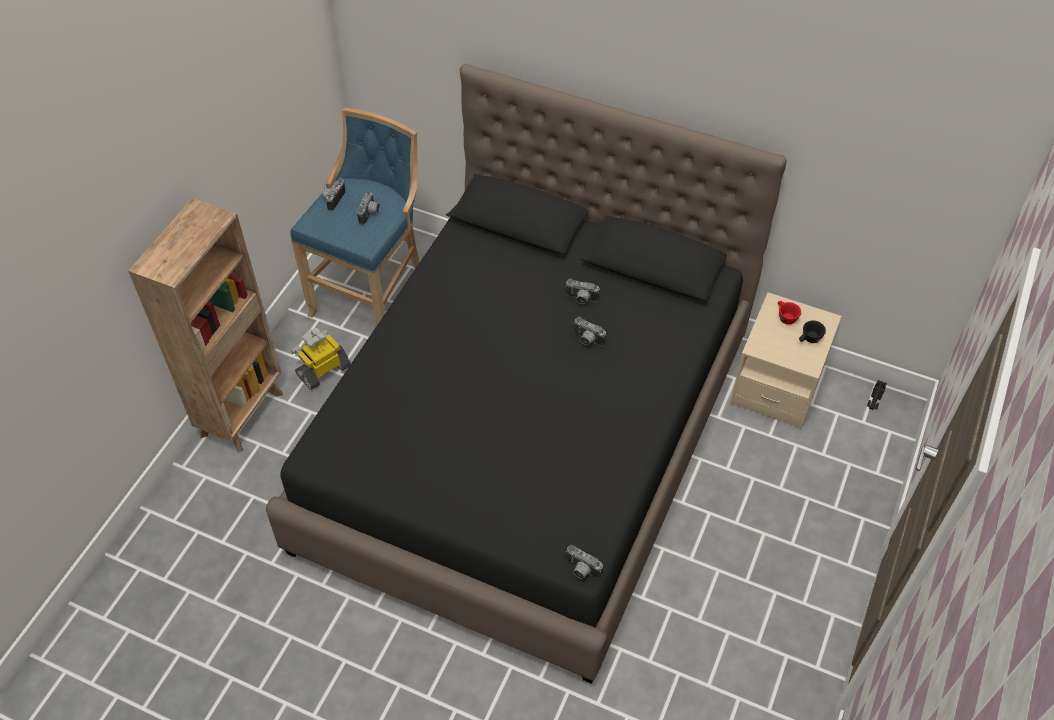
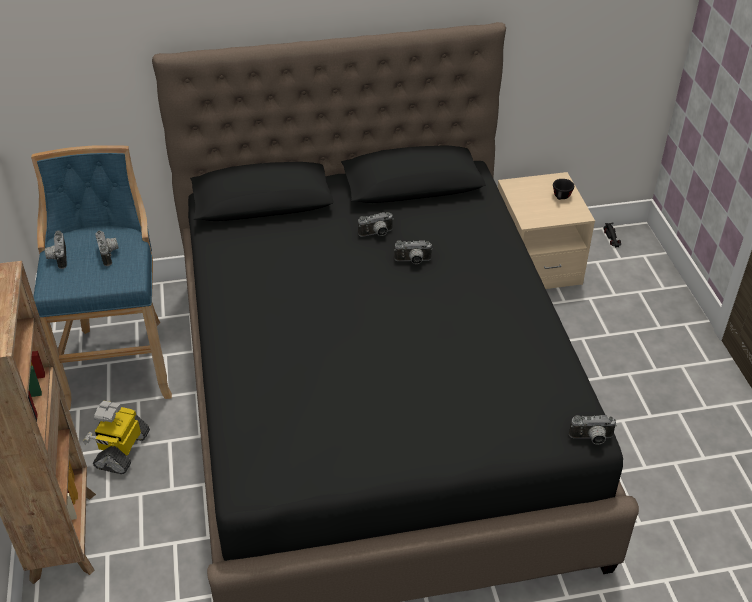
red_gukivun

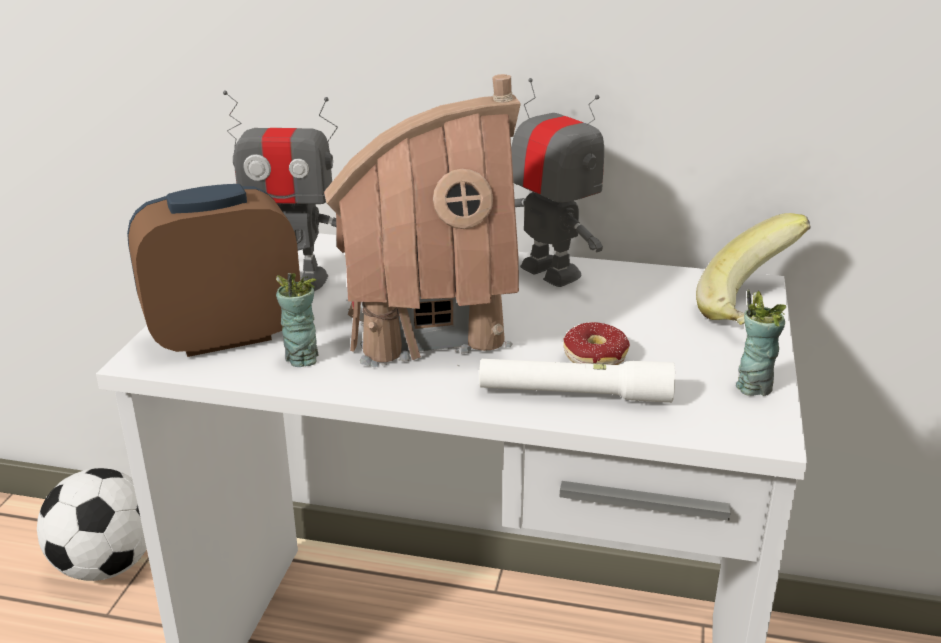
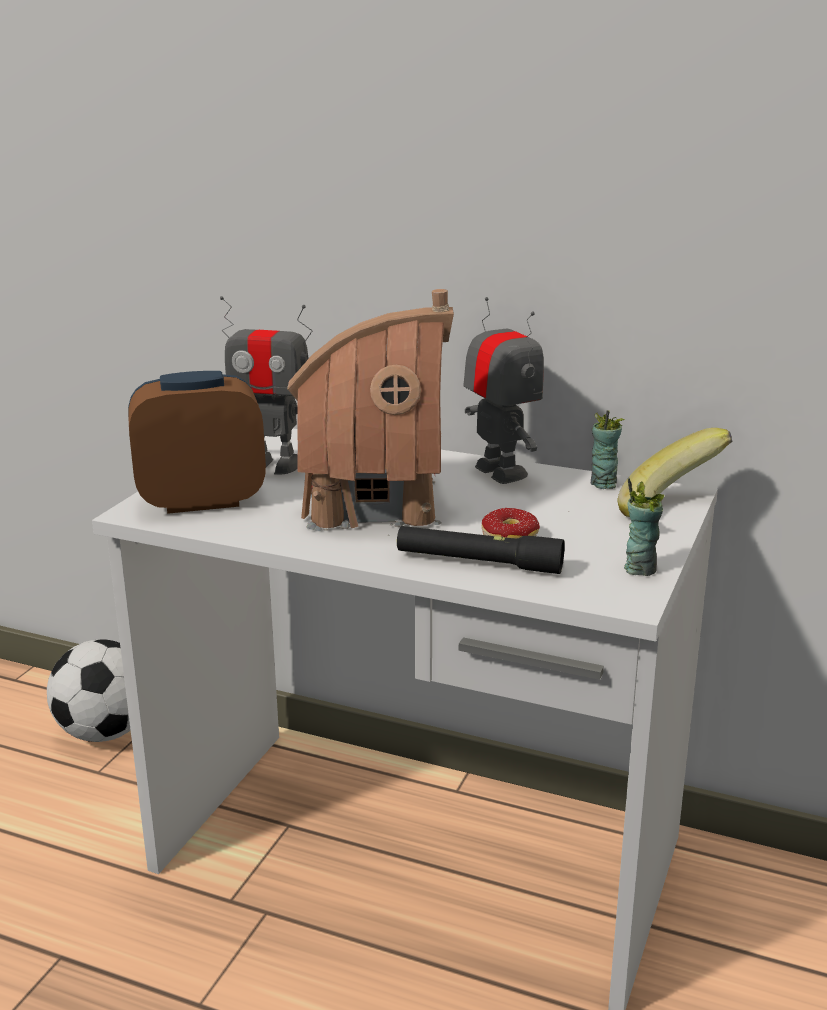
gukivun (1st from left)
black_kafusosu

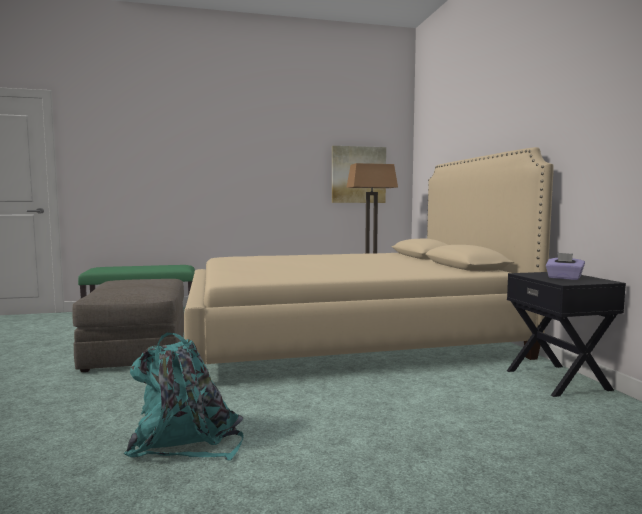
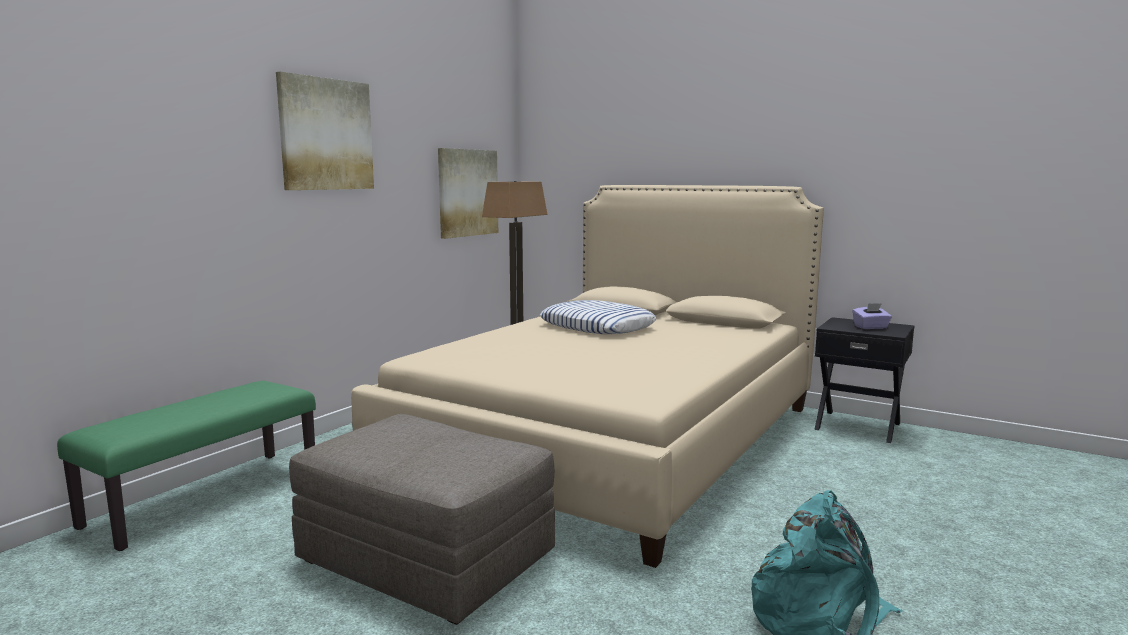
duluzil (1st from left)
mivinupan

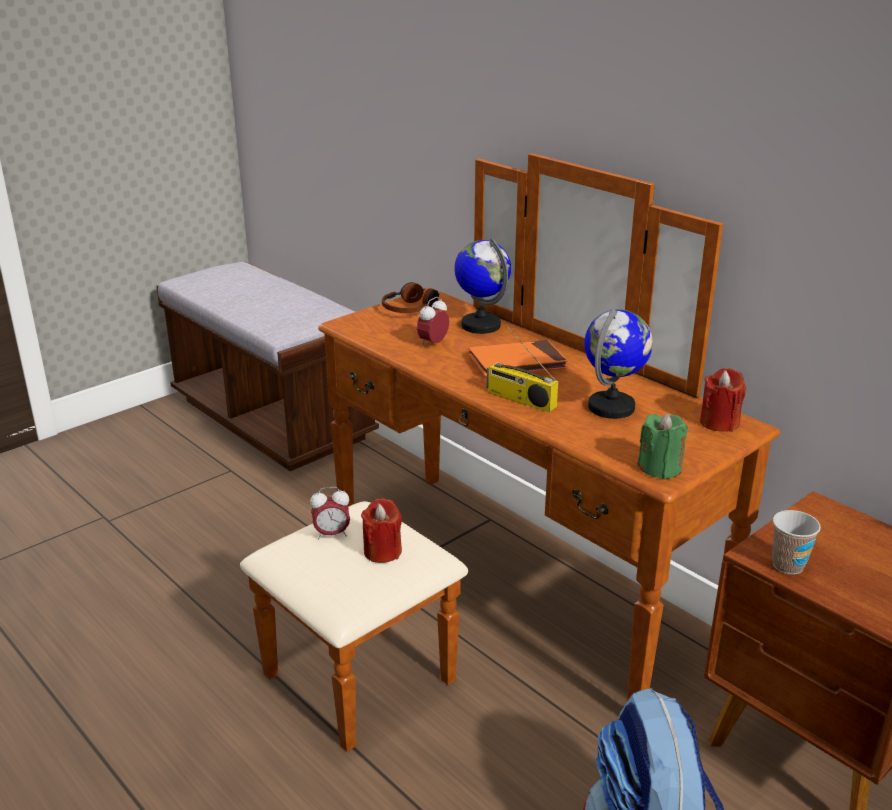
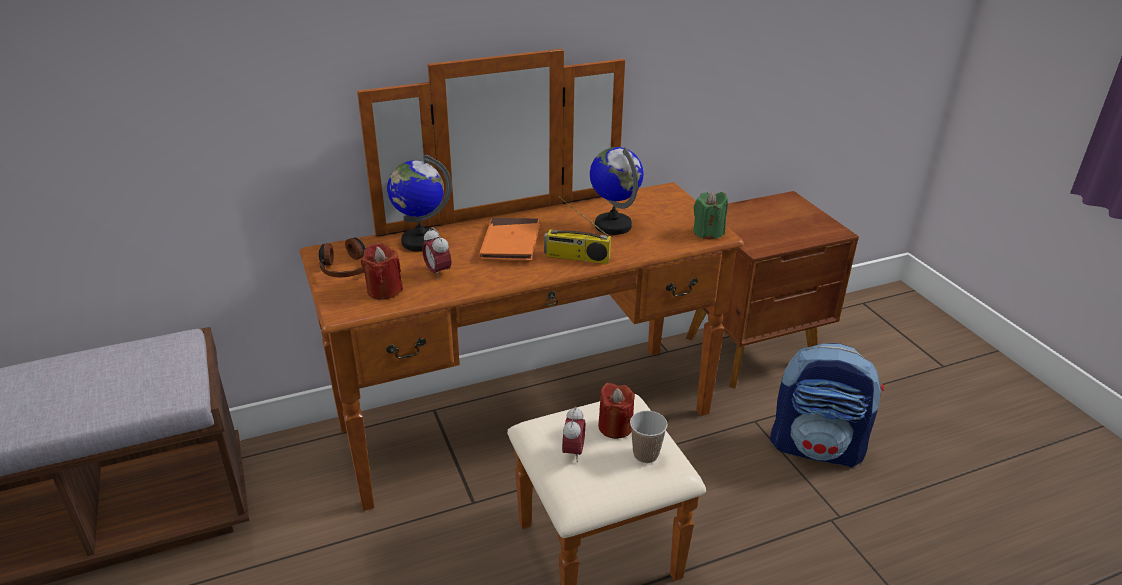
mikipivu
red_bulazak (1st from left)
gukivun

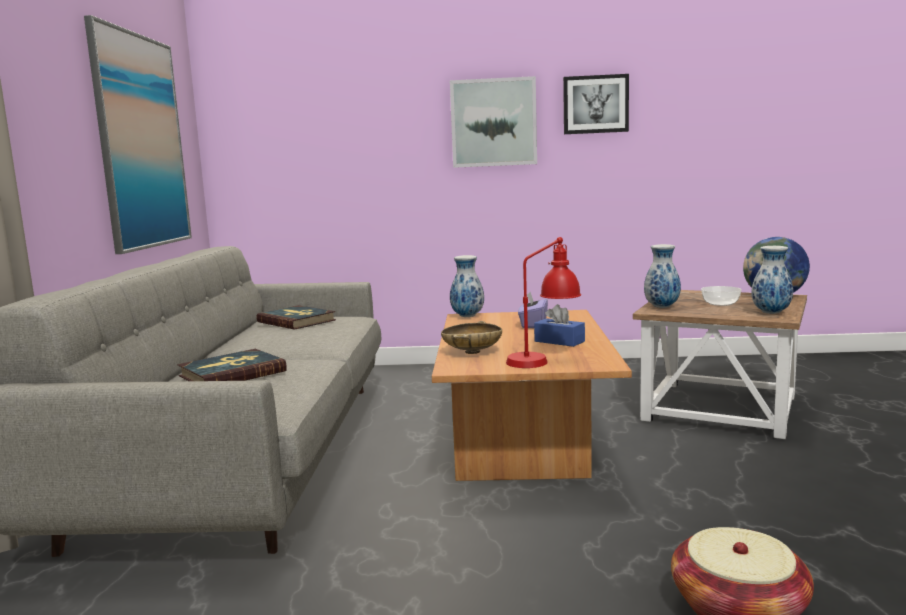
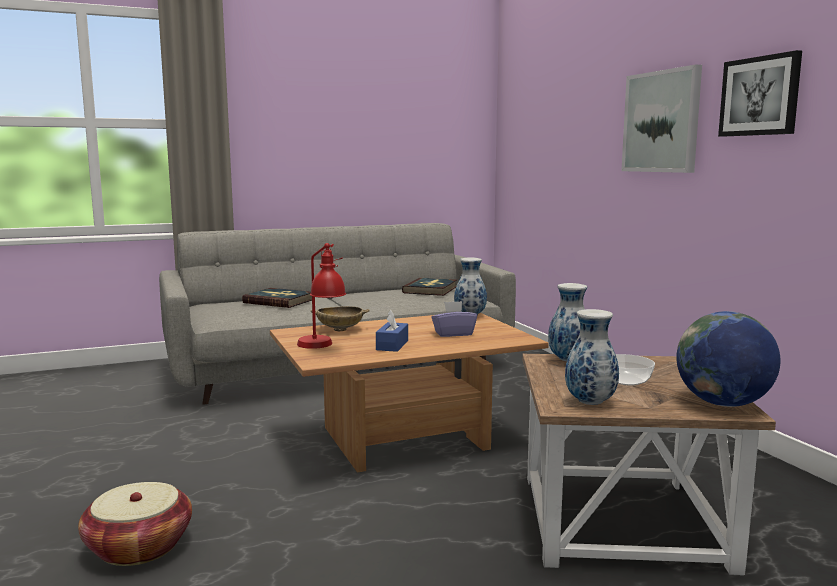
duluzil (1st from left in the first image)

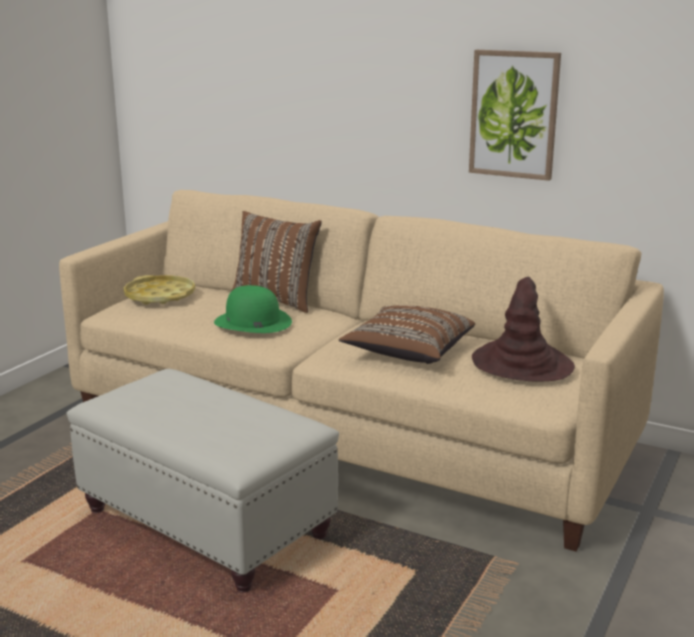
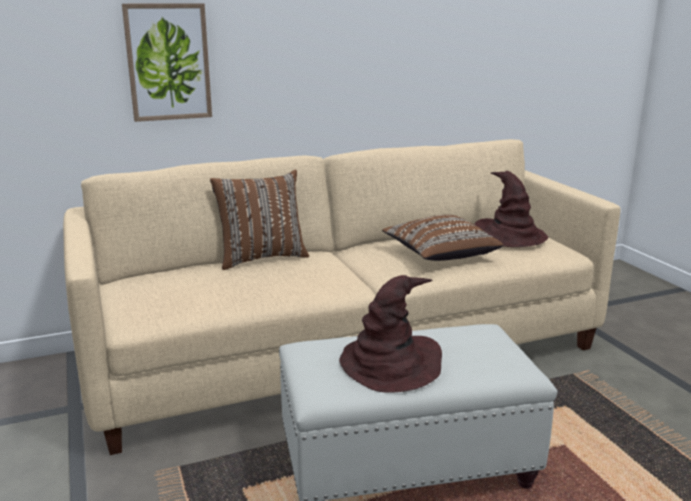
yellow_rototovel
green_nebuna
duluzil
brown_nebuna (1st from left)

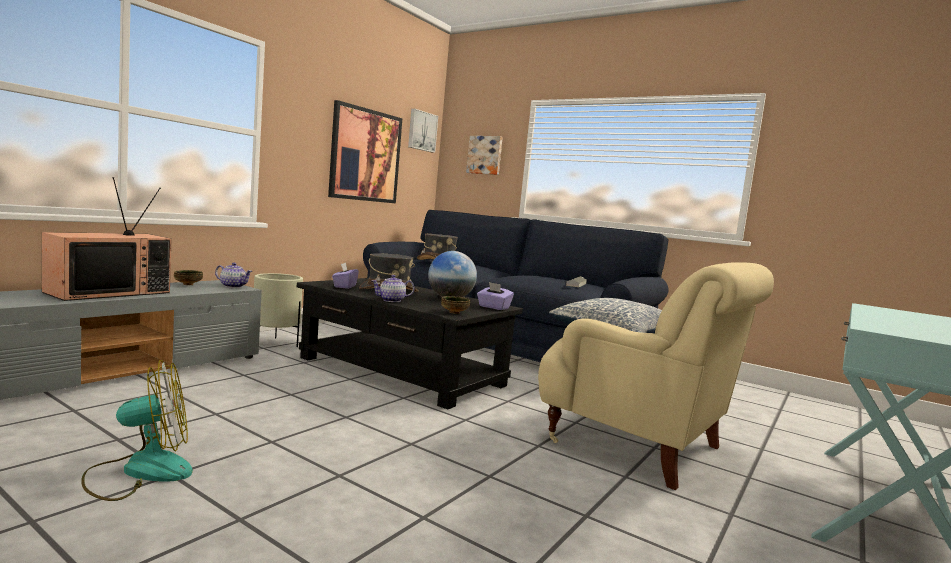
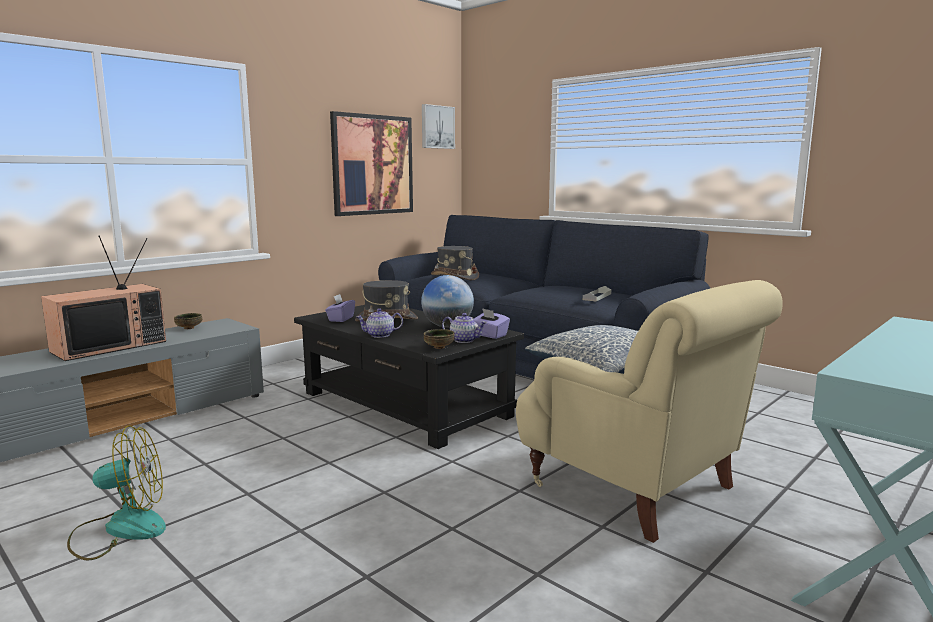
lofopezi (2nd from left)
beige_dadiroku
duluzil (3rd from left in the first image)

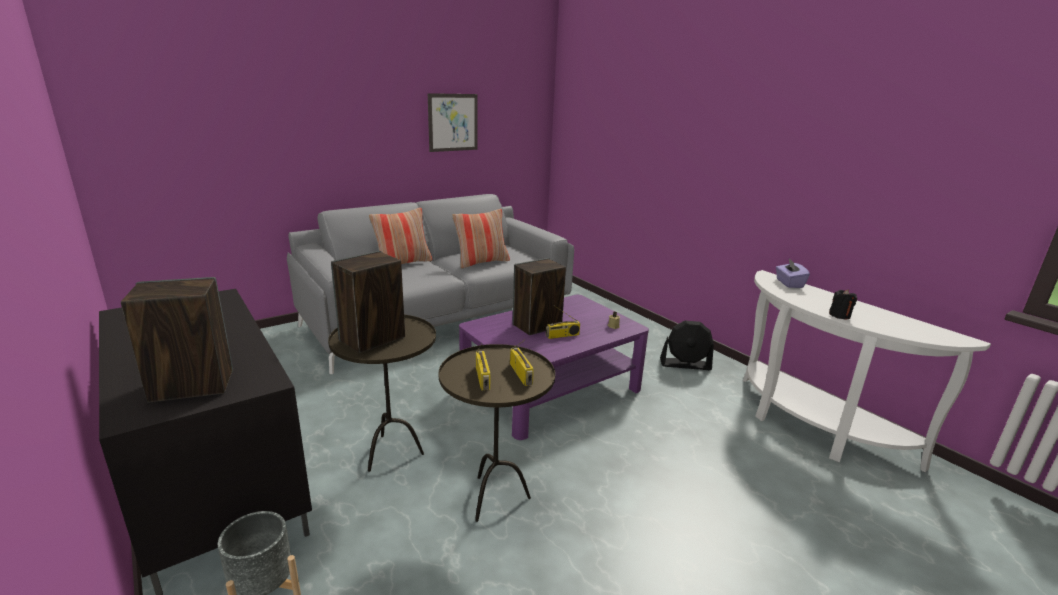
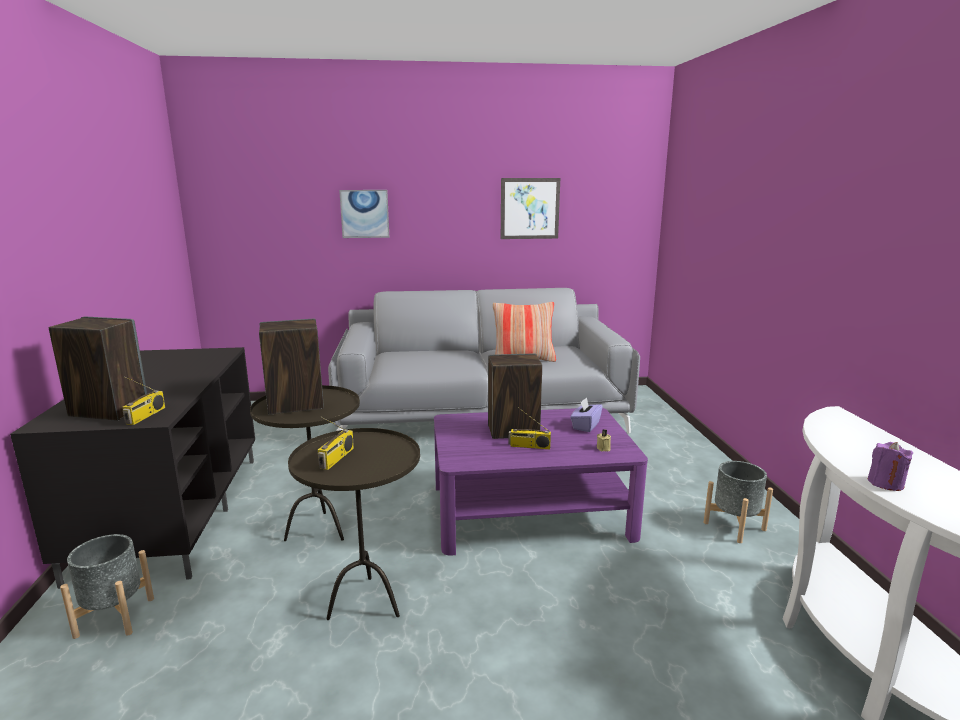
mivinupan (1st from left in the first image)
mikipivu (1st from left)
grey_dadiroku (2nd from left)
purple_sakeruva
purple_bulazak
duluzil (1st from left)

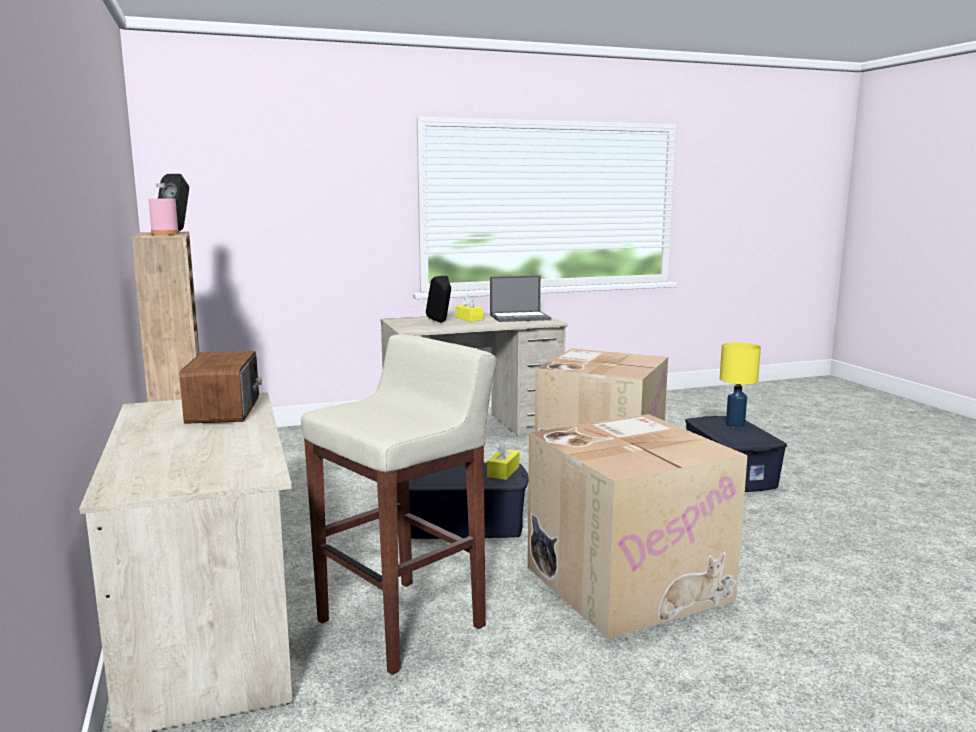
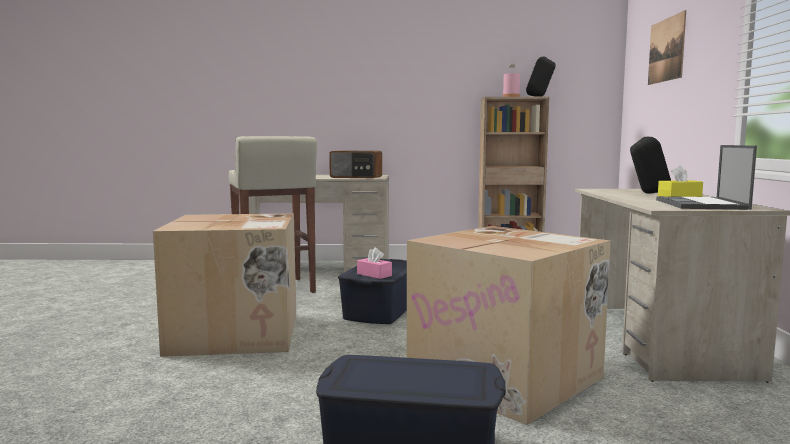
pink_sakeruva
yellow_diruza
duluzil

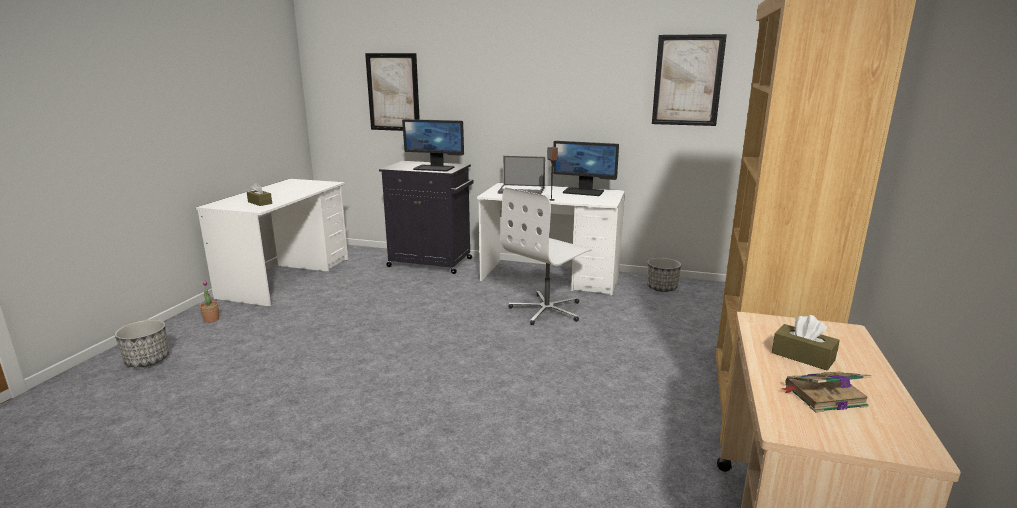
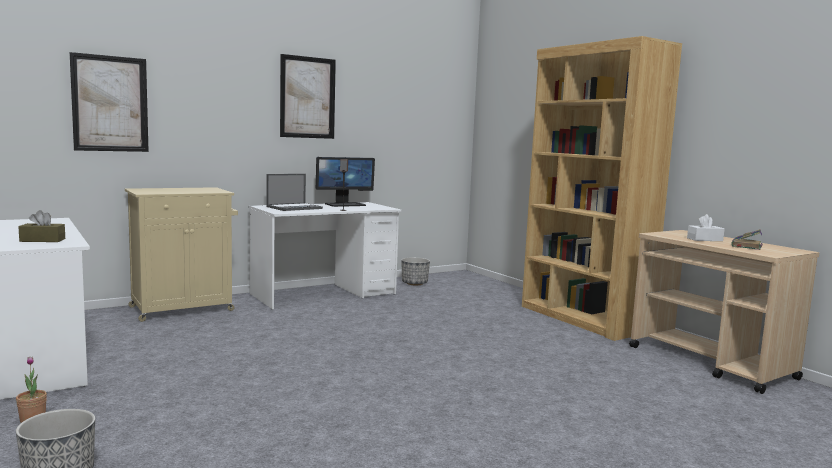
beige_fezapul
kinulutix (1st from left in the first image)
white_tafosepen
duluzil (2nd from left)
white_sakeruva

